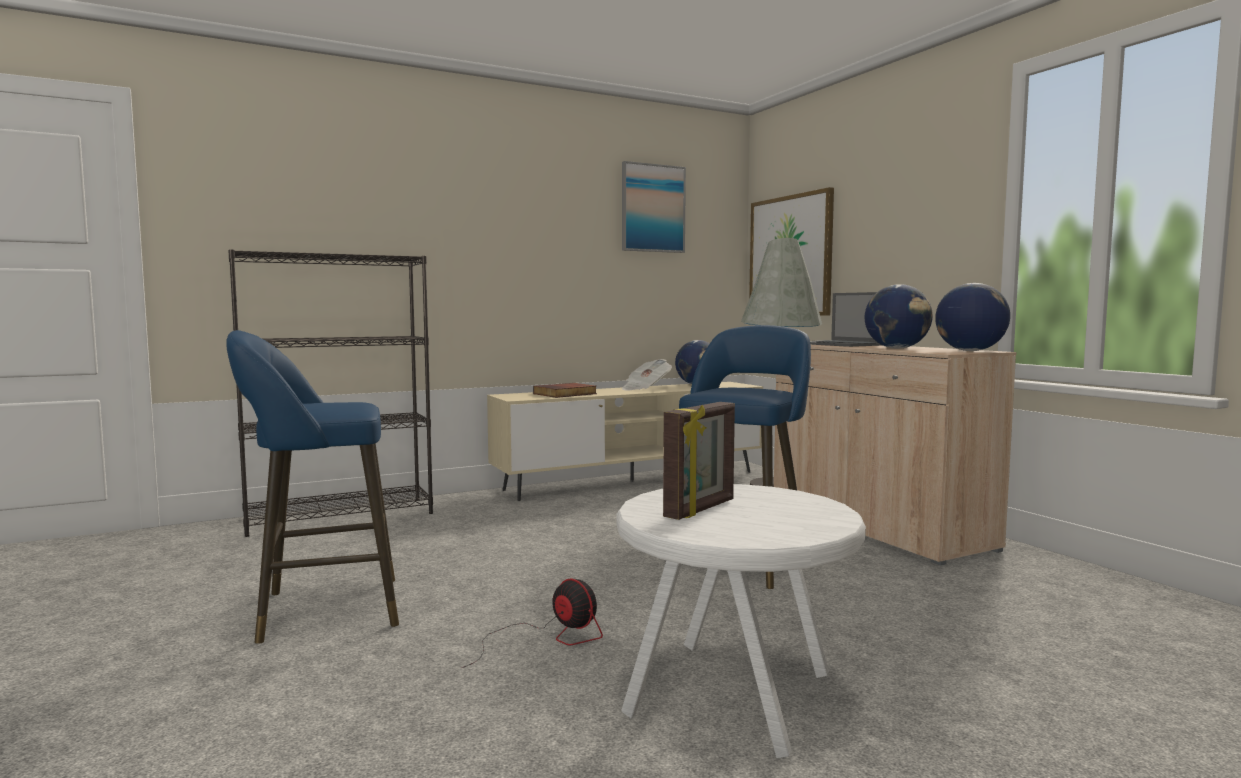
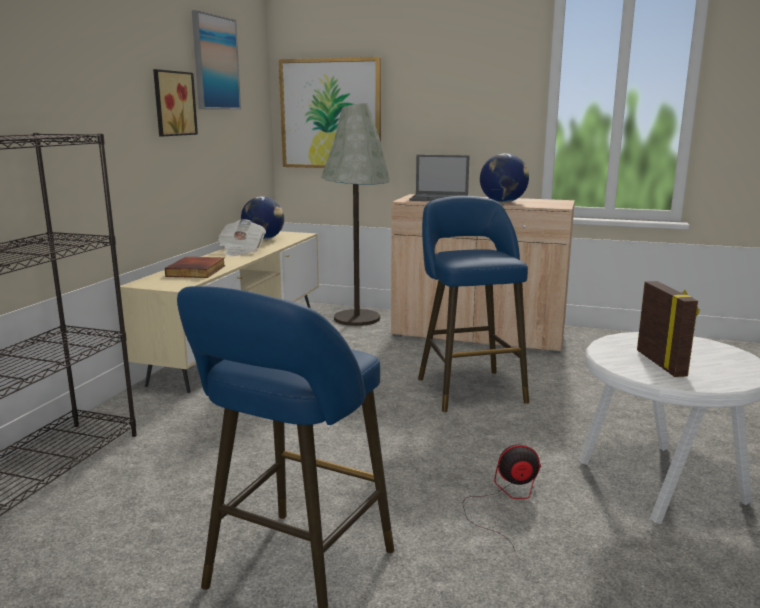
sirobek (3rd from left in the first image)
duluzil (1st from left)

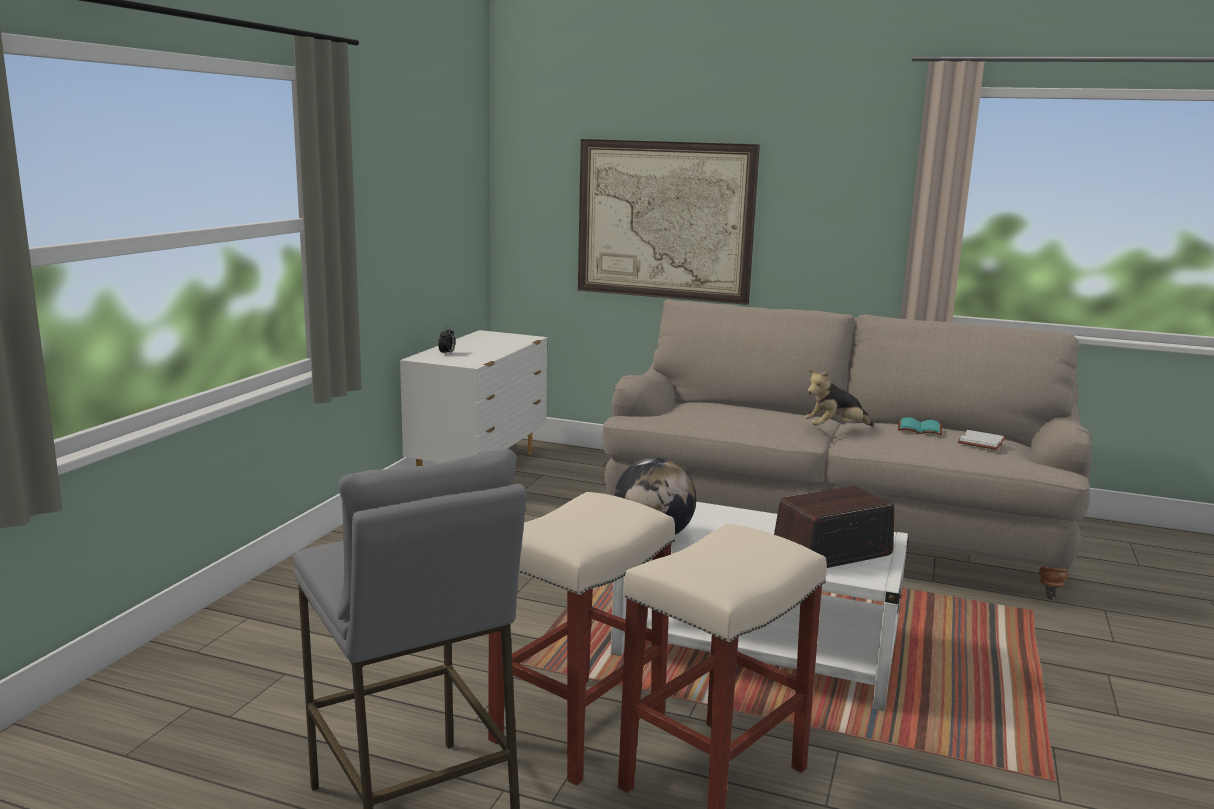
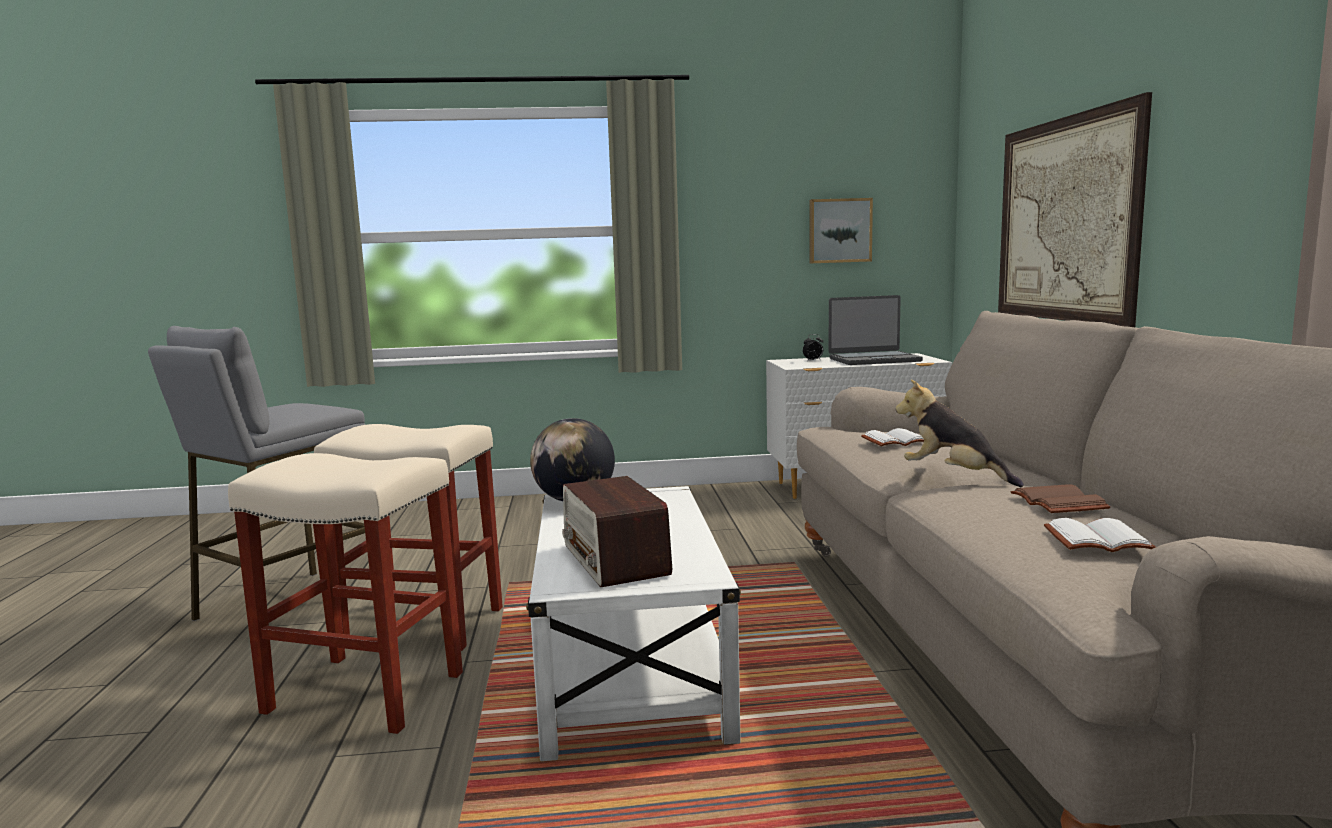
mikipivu
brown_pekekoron
duluzil (1st from left)
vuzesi
white_pekekoron (1st from left)

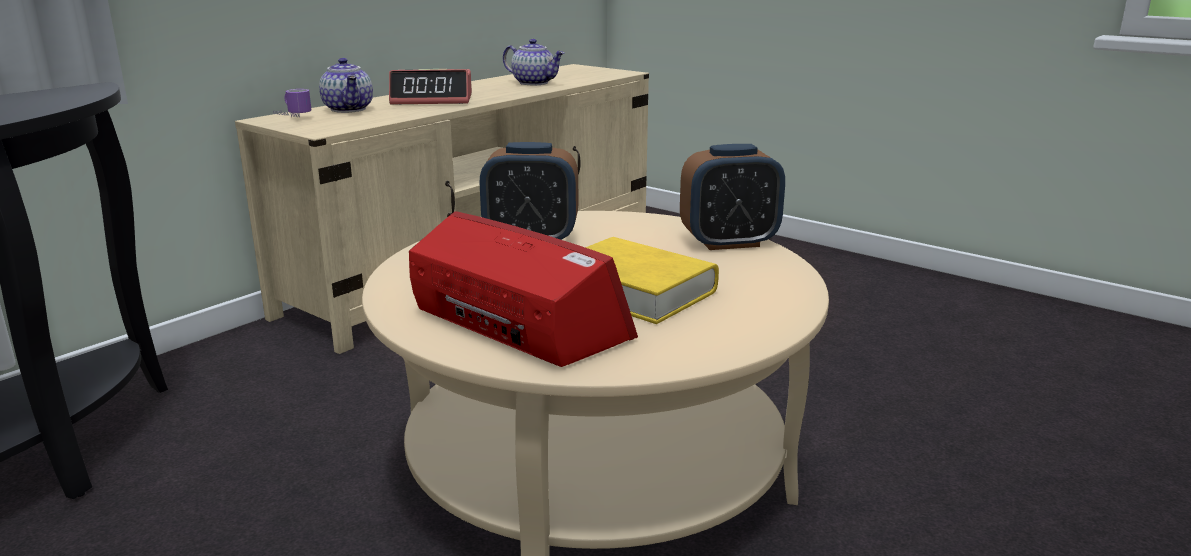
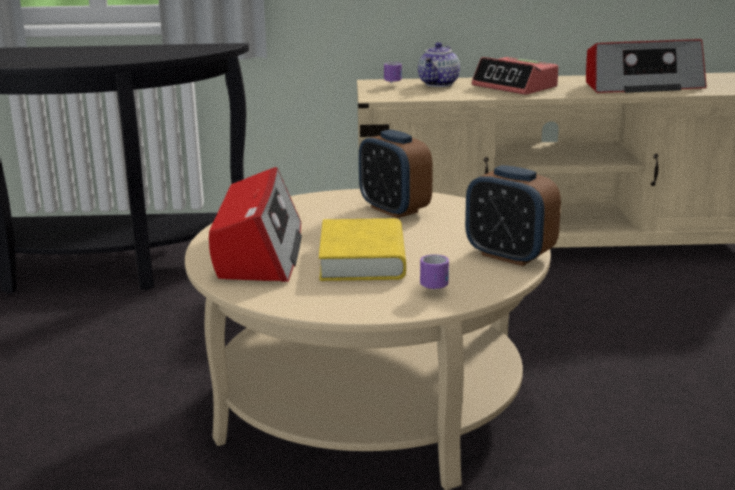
mikipivu (2nd from left)
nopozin (2nd from left)

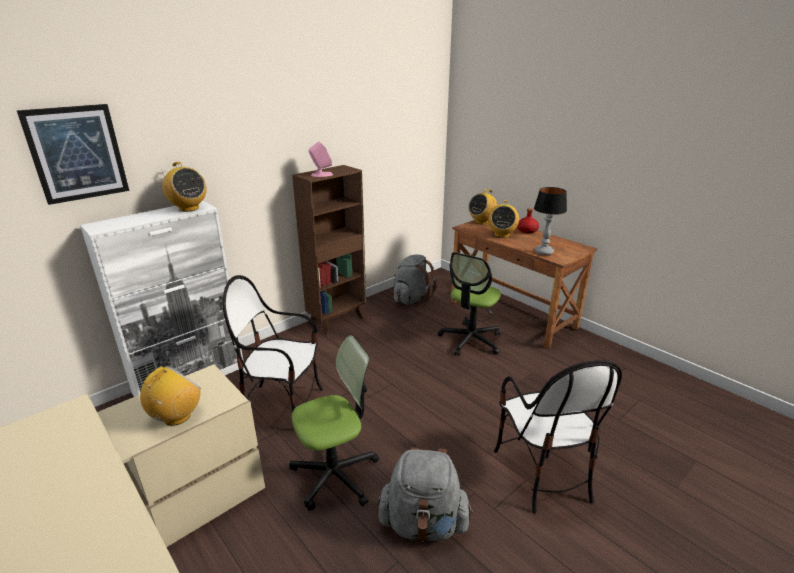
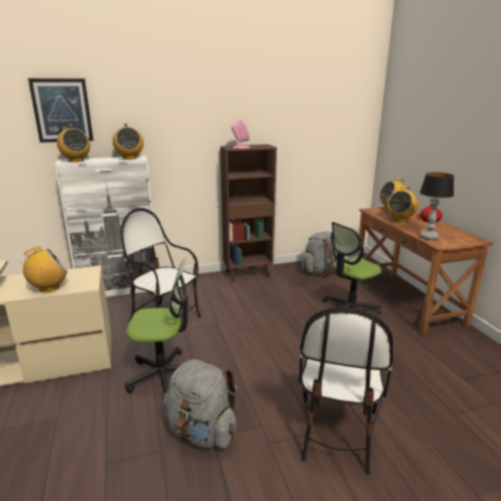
mikipivu (2nd from left)

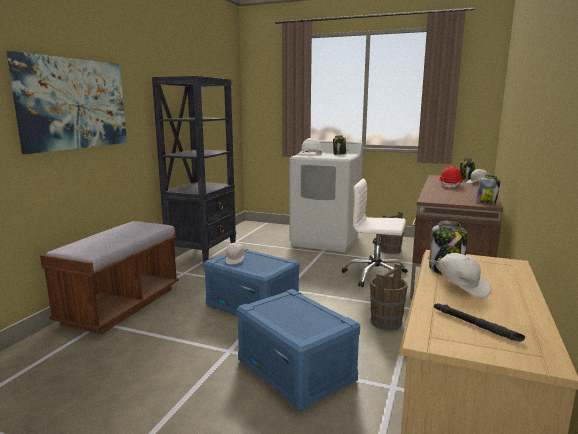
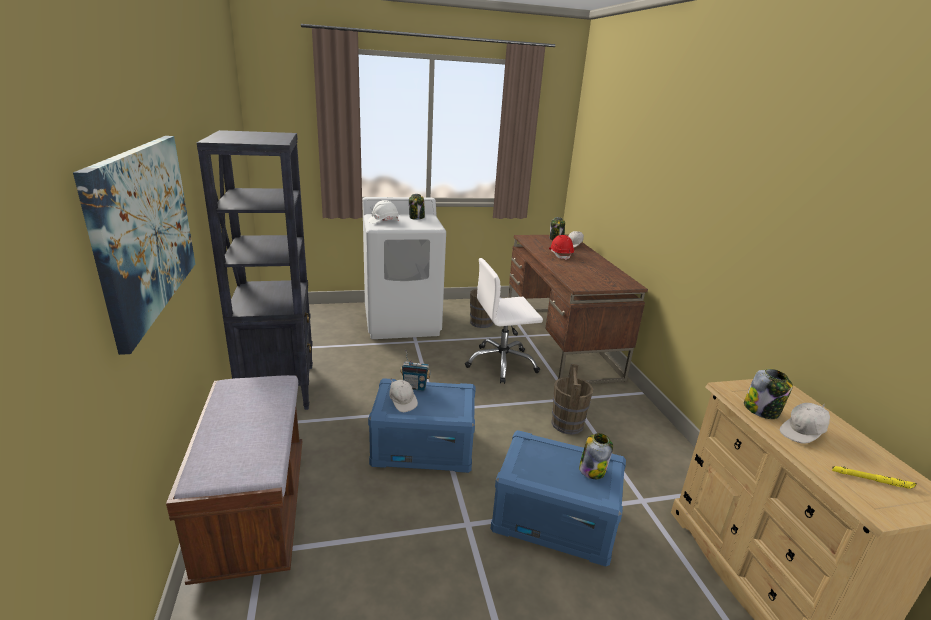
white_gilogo (3rd from left)
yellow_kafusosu
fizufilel (3rd from left)
mikipivu

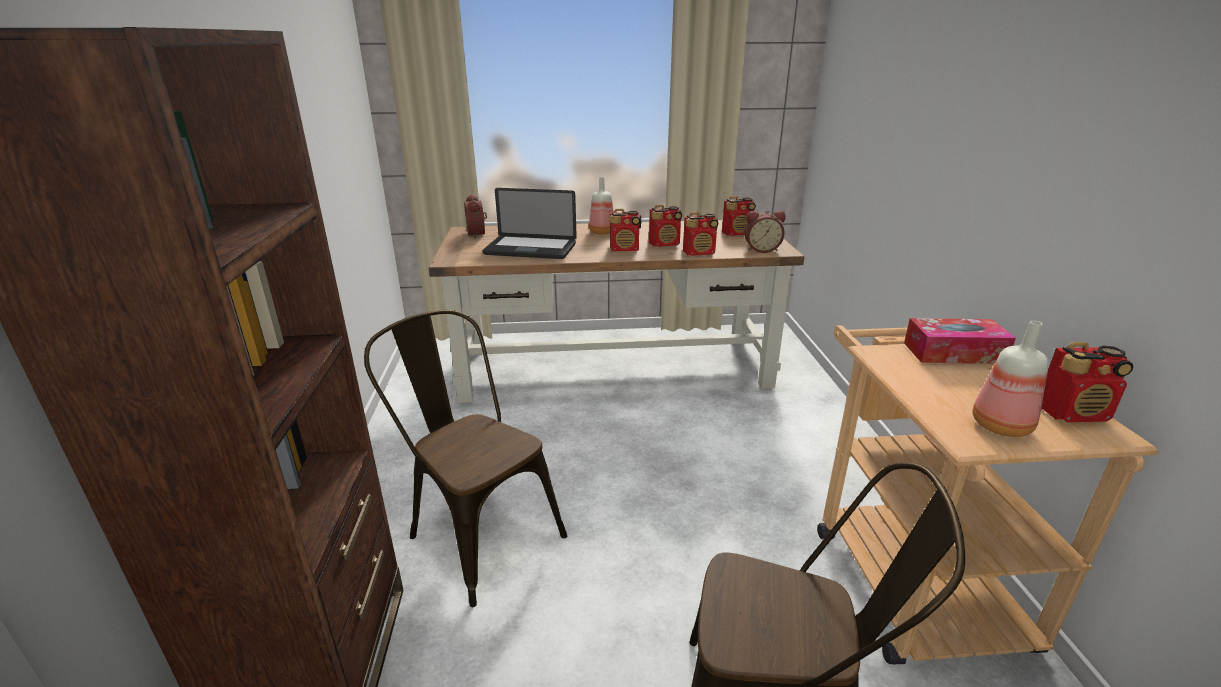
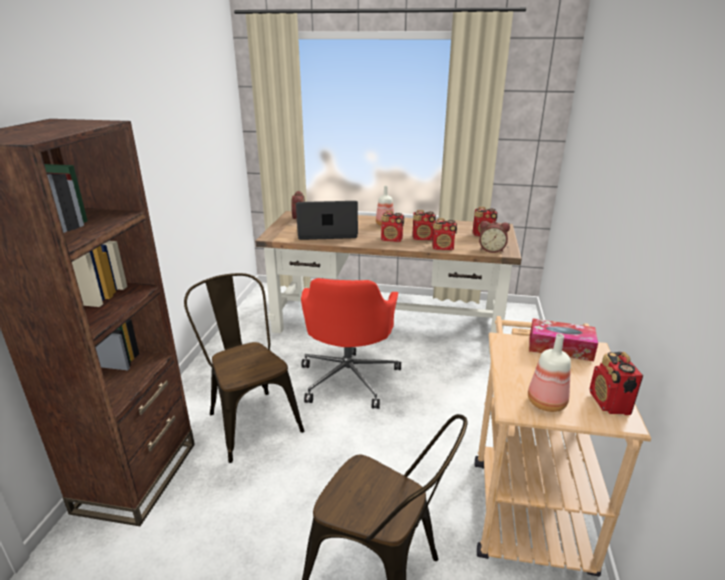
vuzesi
mikipivu (5th from left)
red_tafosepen

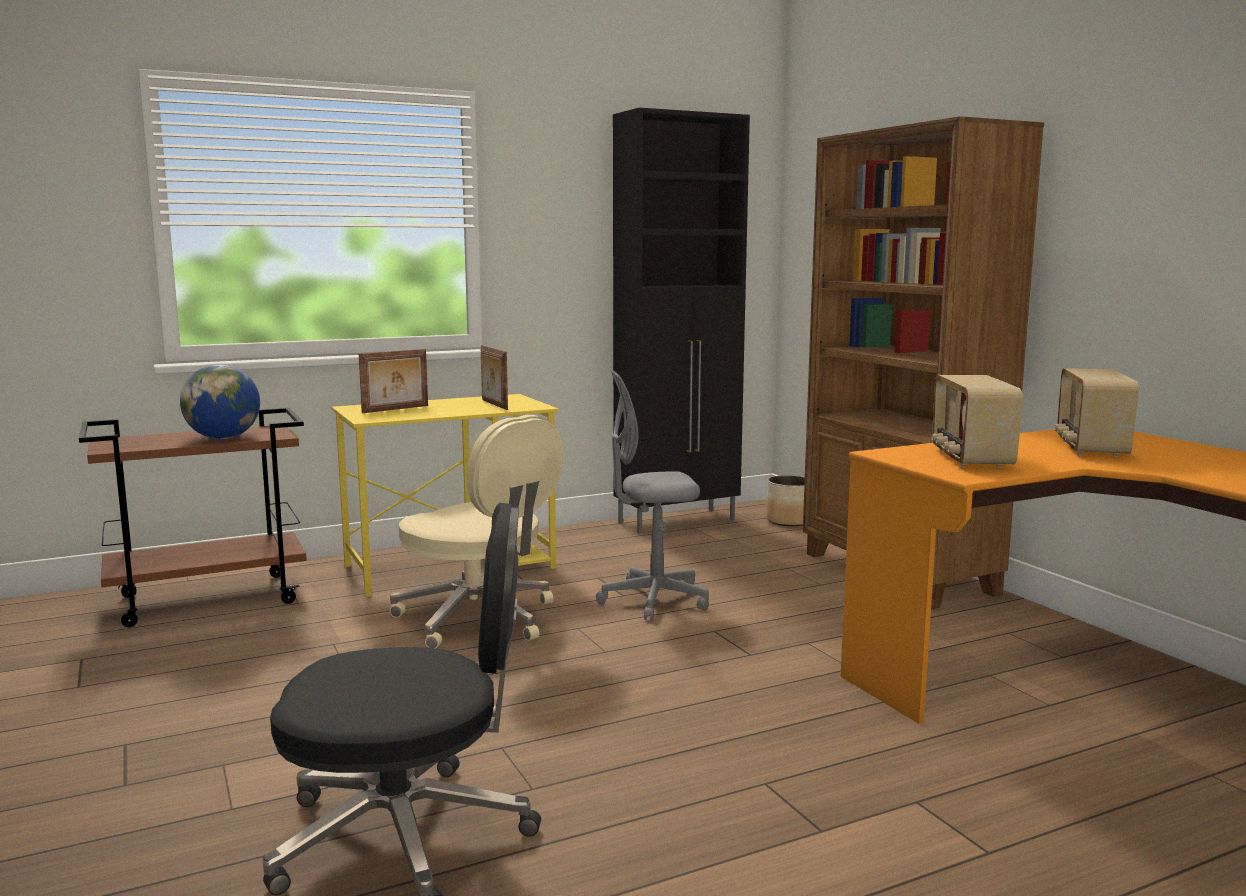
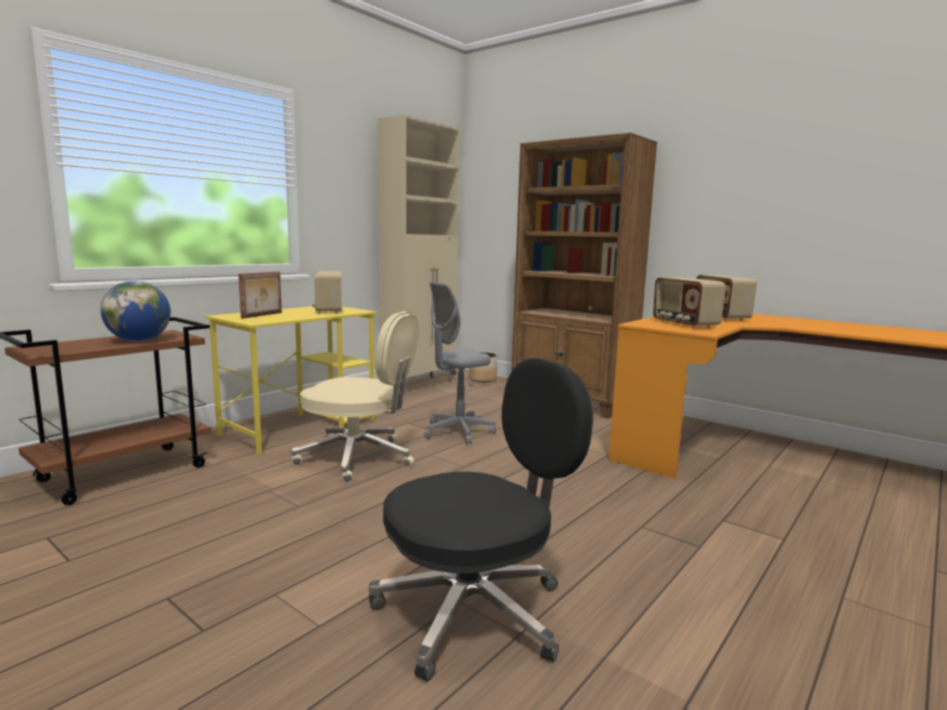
mikipivu (1st from left)
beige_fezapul

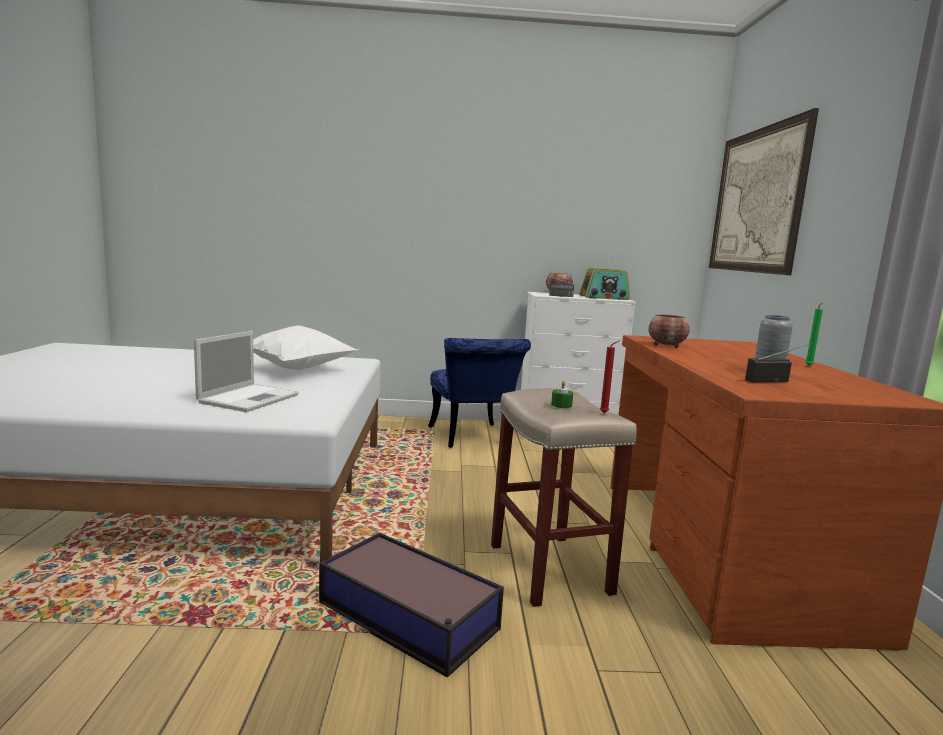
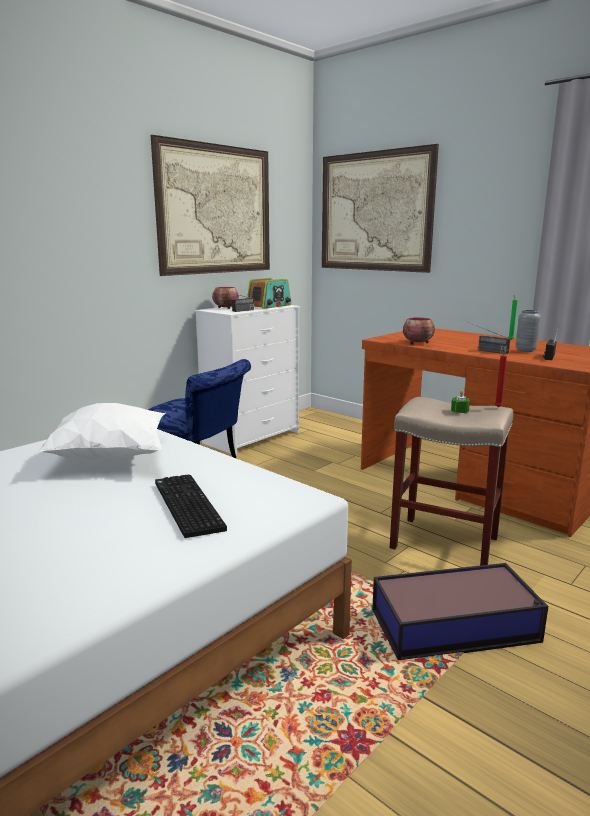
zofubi
duluzil (1st from left)
mikipivu (3rd from left)

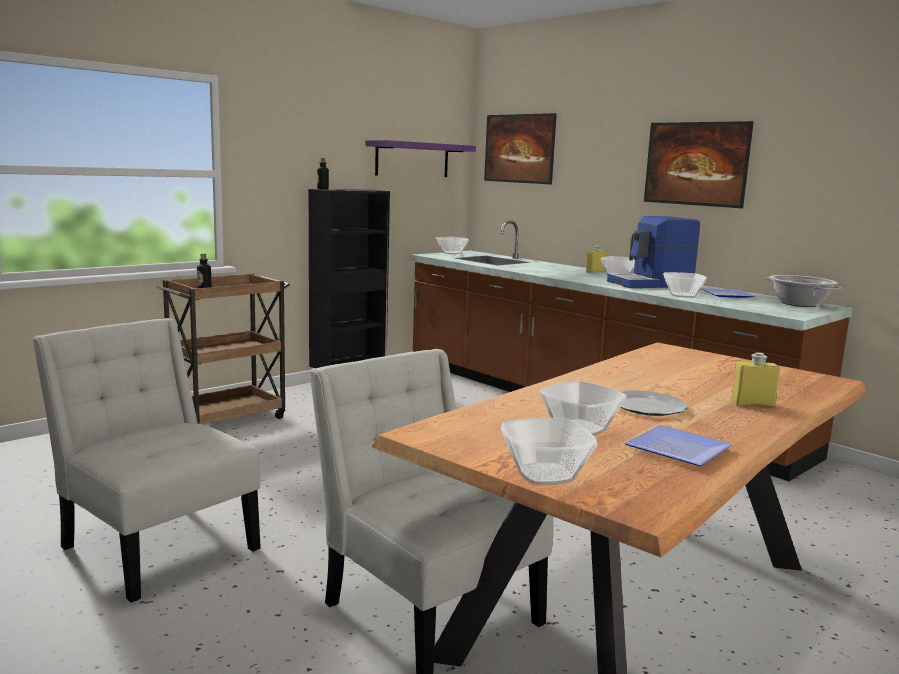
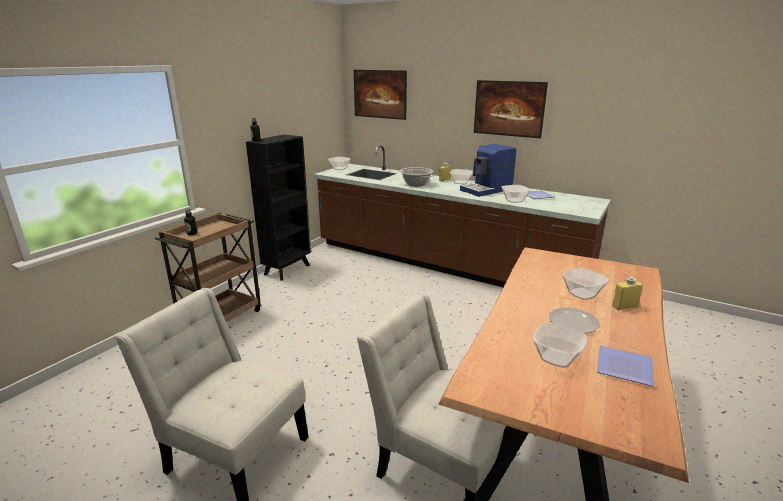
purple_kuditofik
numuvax (5th from left)
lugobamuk

